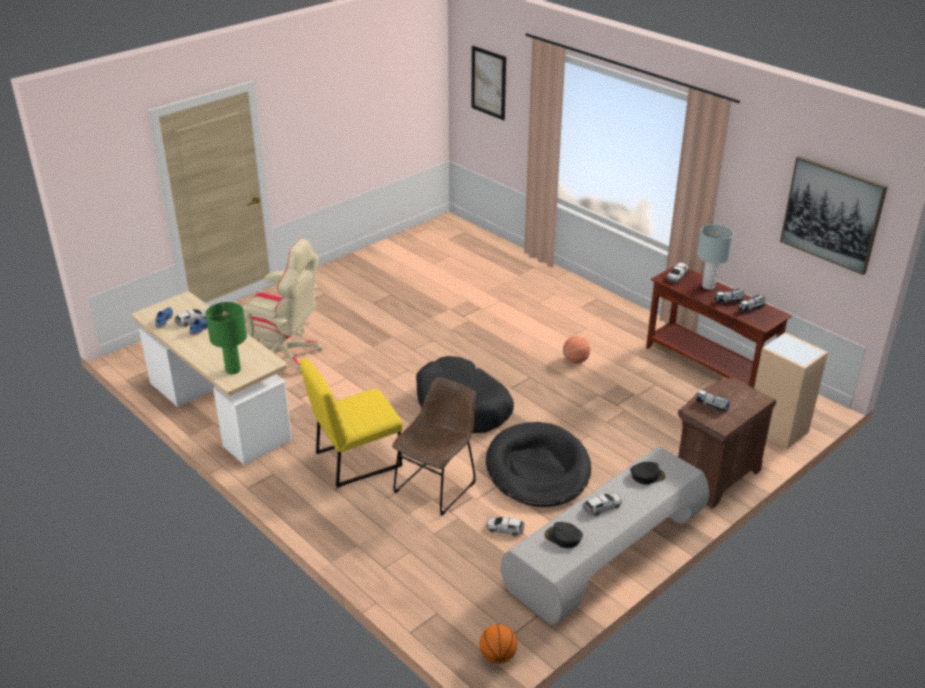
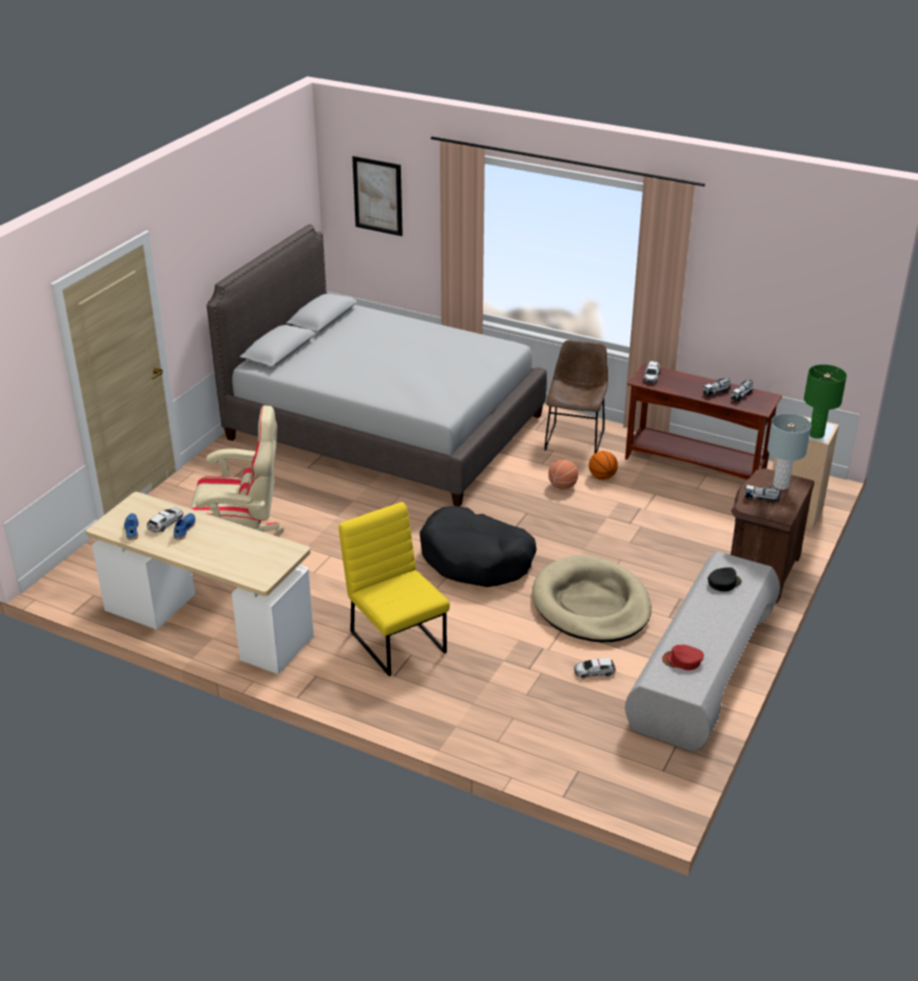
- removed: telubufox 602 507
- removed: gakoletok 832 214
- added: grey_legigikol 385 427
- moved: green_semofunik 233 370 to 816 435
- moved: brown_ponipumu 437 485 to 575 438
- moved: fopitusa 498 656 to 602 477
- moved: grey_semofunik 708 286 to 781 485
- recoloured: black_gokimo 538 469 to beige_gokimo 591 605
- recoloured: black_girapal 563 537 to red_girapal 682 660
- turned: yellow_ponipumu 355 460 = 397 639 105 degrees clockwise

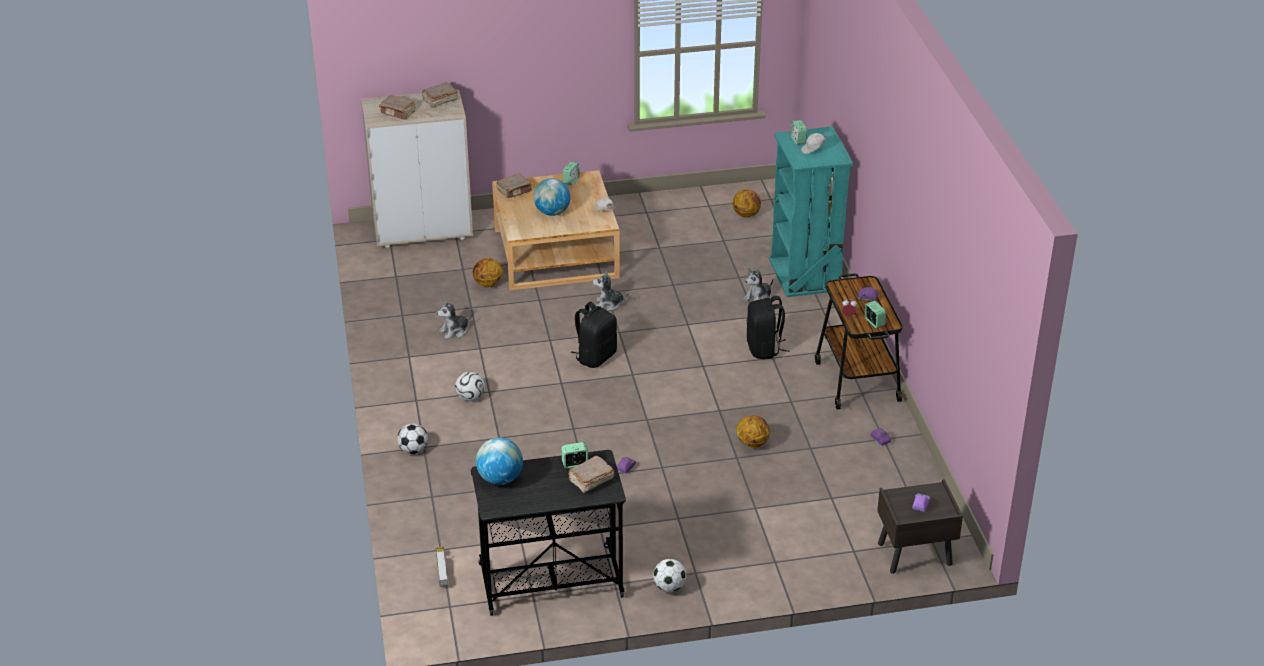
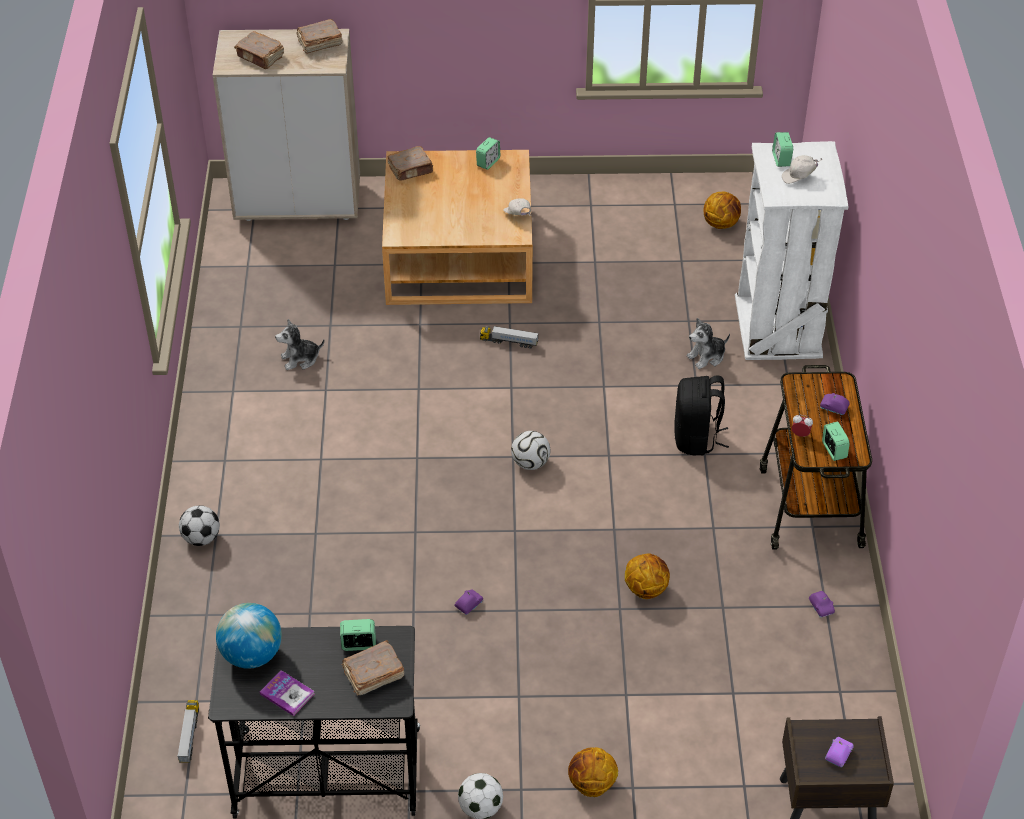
- removed: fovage 552 212
- removed: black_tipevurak 595 357
- added: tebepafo 287 694
- moved: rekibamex 470 397 to 530 463
- moved: fopitusa 488 284 to 591 785
- replaced: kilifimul 609 304 to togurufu 508 342
- recoloured: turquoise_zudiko 805 274 to white_zudiko 778 327

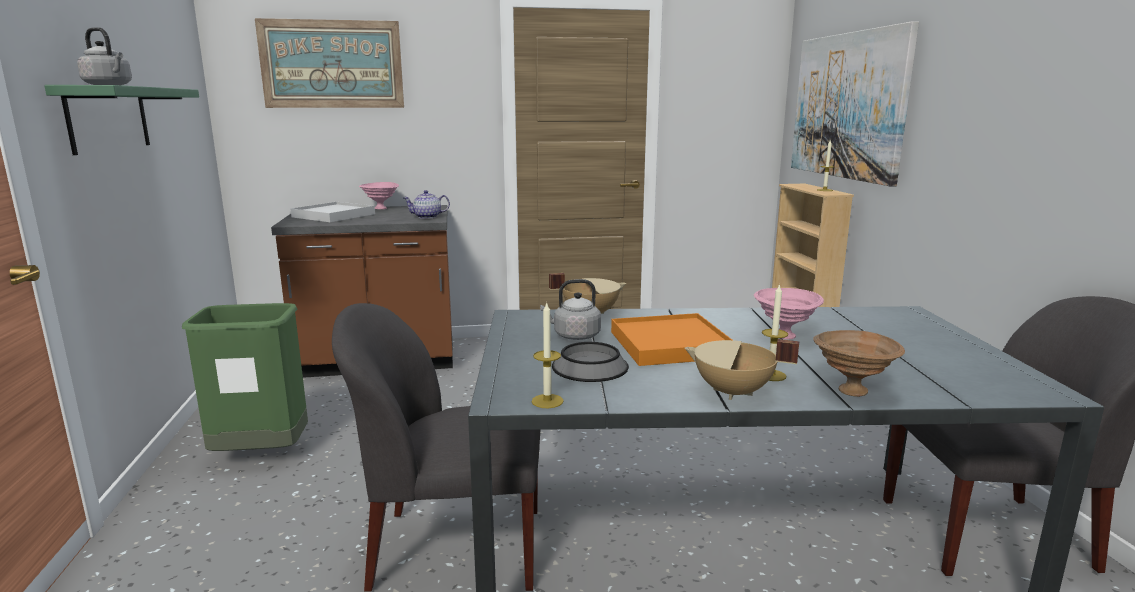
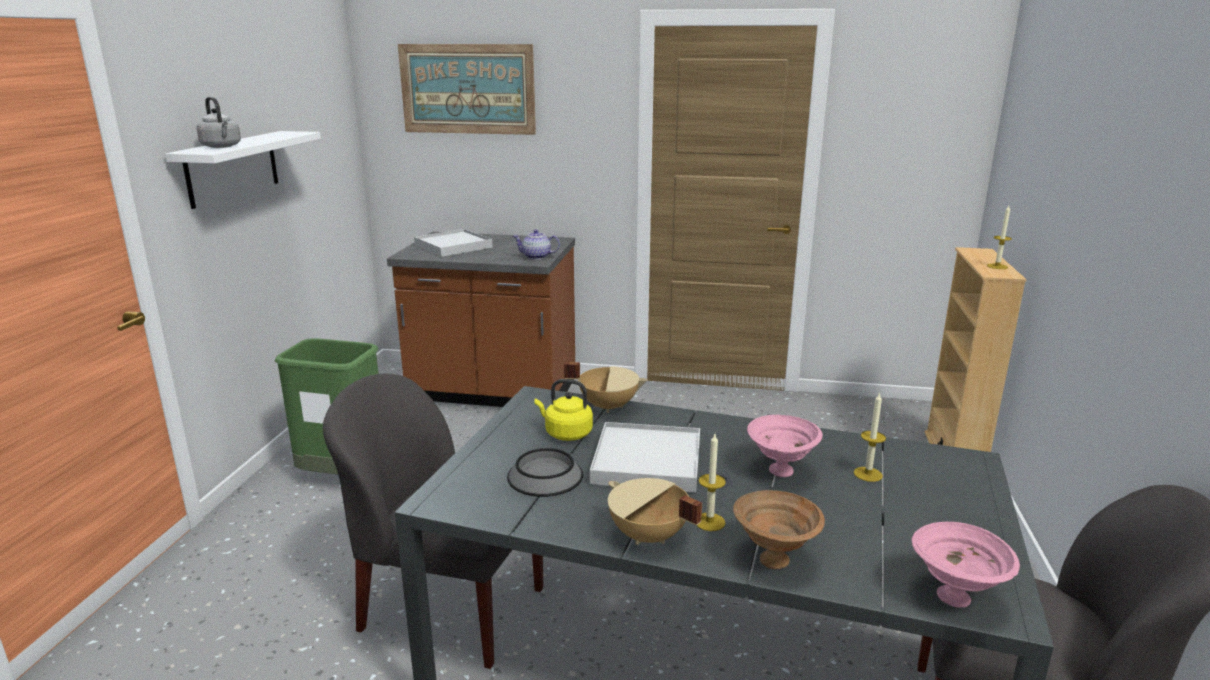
- removed: gakoletok 848 106
- moved: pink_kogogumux 381 208 to 956 598
- moved: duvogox 547 401 to 868 474
- recoloured: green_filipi 108 118 to white_filipi 233 168
- recoloured: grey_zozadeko 574 336 to yellow_zozadeko 566 433
- recoloured: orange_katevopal 670 344 to white_katevopal 647 461

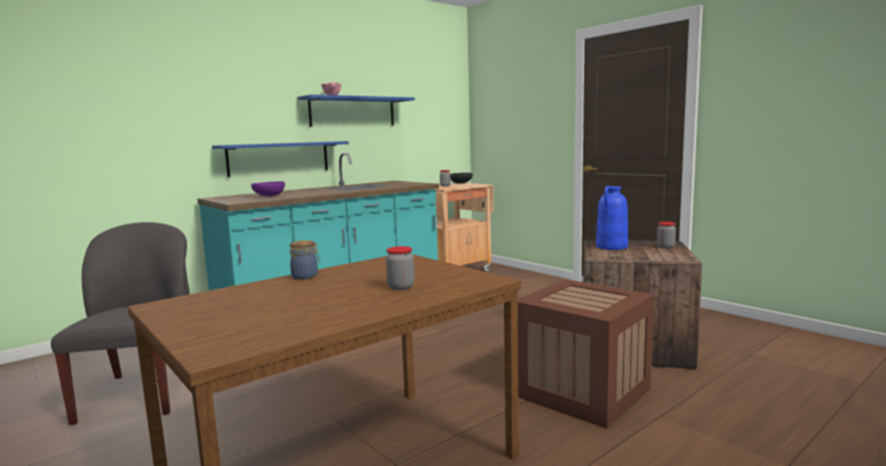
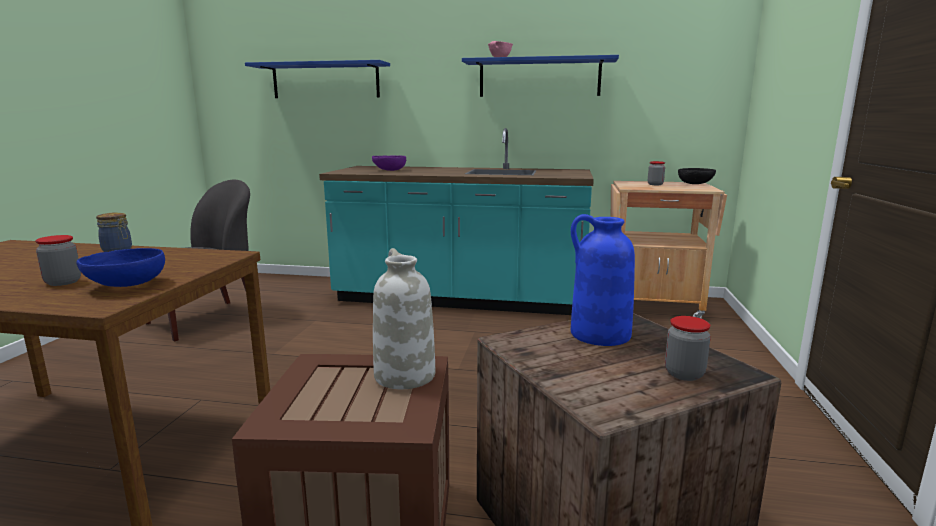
- added: blue_kogogumux 126 285
- added: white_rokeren 403 375
- moved: blue_filipi 279 158 to 325 81

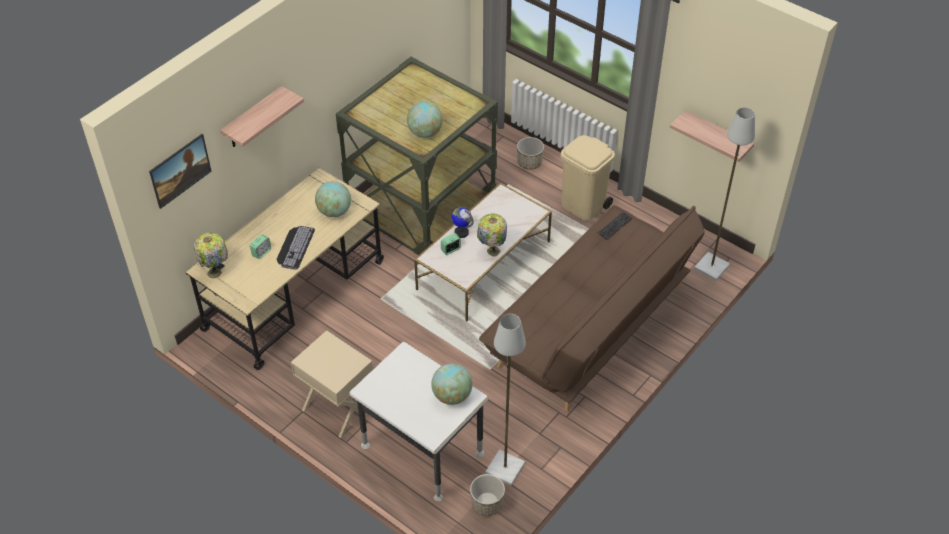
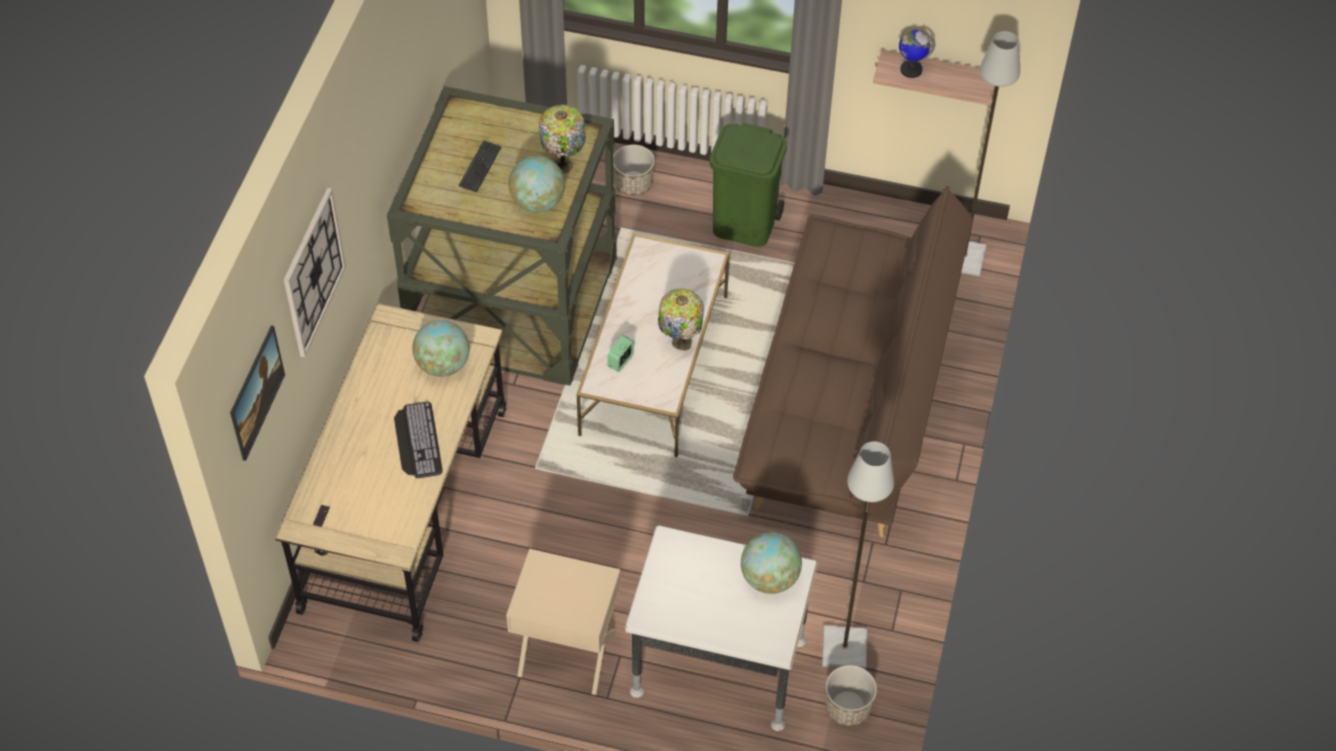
- removed: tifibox 261 252
- moved: semofunik 215 272 to 564 165
- moved: fovage 461 232 to 911 70
- moved: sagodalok 614 226 to 480 167
- replaced: filipi 253 118 to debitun 313 272
- recoloured: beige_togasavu 583 206 to green_togasavu 745 225

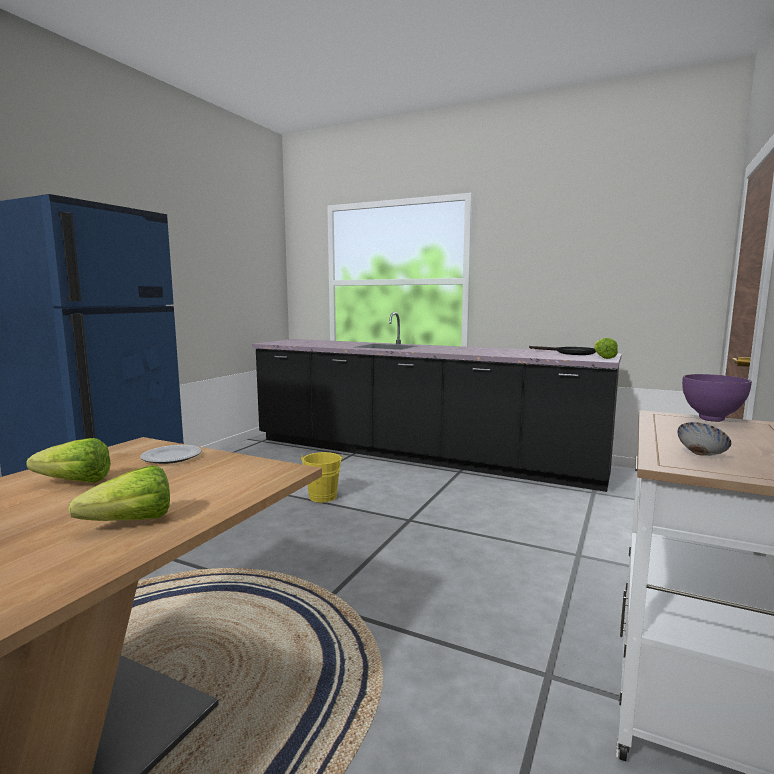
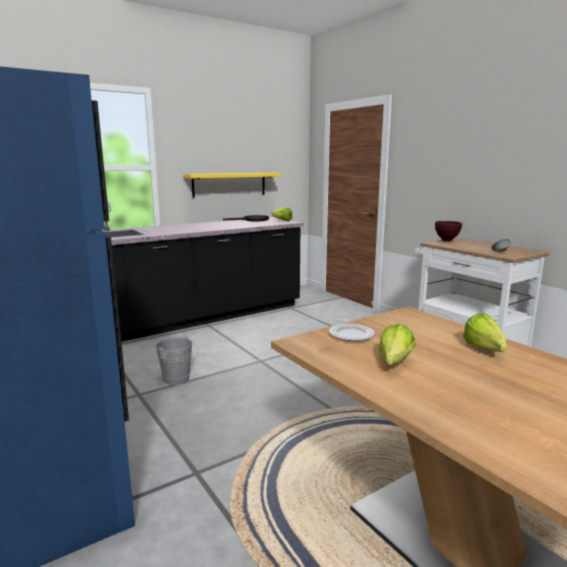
- added: yellow_filipi 229 184
- recoloured: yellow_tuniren 322 498 to grey_tuniren 178 379
- recoloured: purple_kogogumux 710 419 to brown_kogogumux 446 241

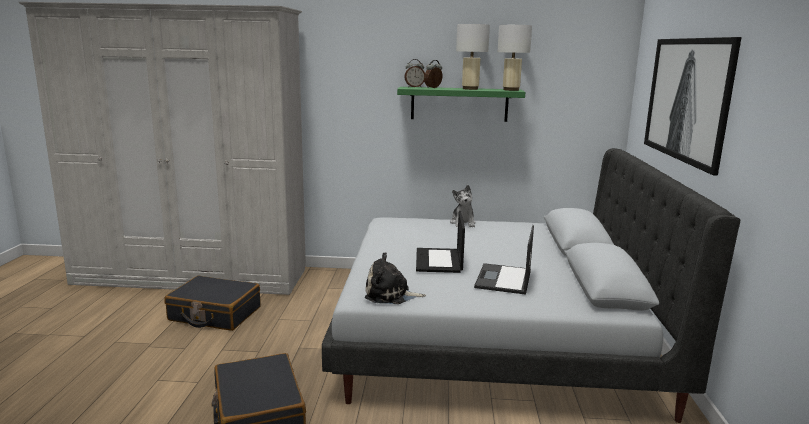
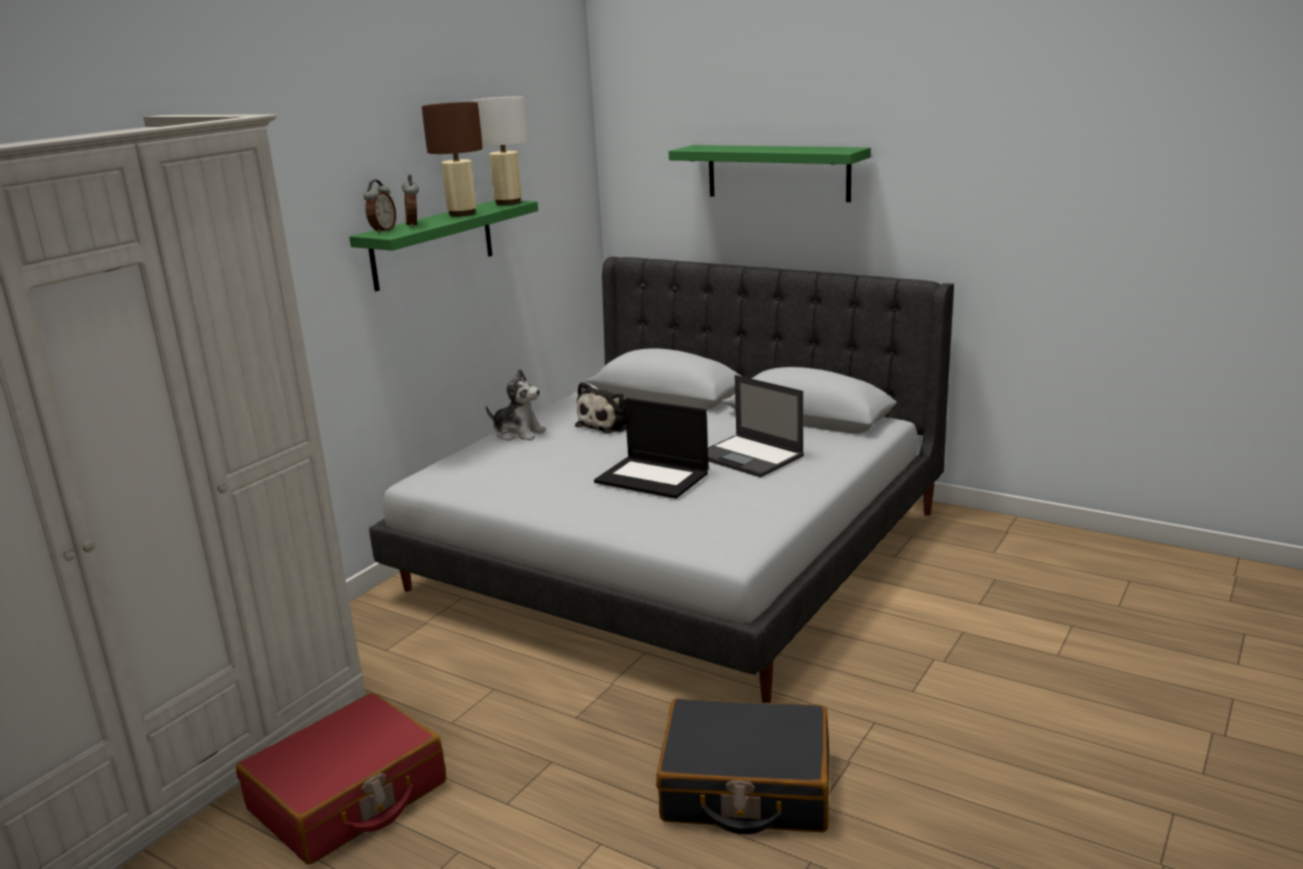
- moved: kilifimul 390 295 to 609 424
- replaced: gakoletok 688 99 to green_filipi 778 172
- recoloured: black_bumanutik 214 314 to red_bumanutik 348 797
- recoloured: white_semofunik 470 89 to brown_semofunik 462 214

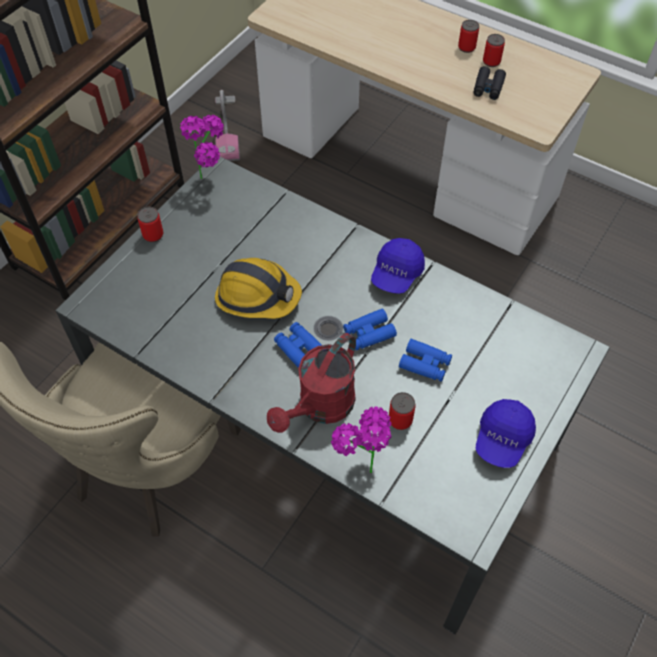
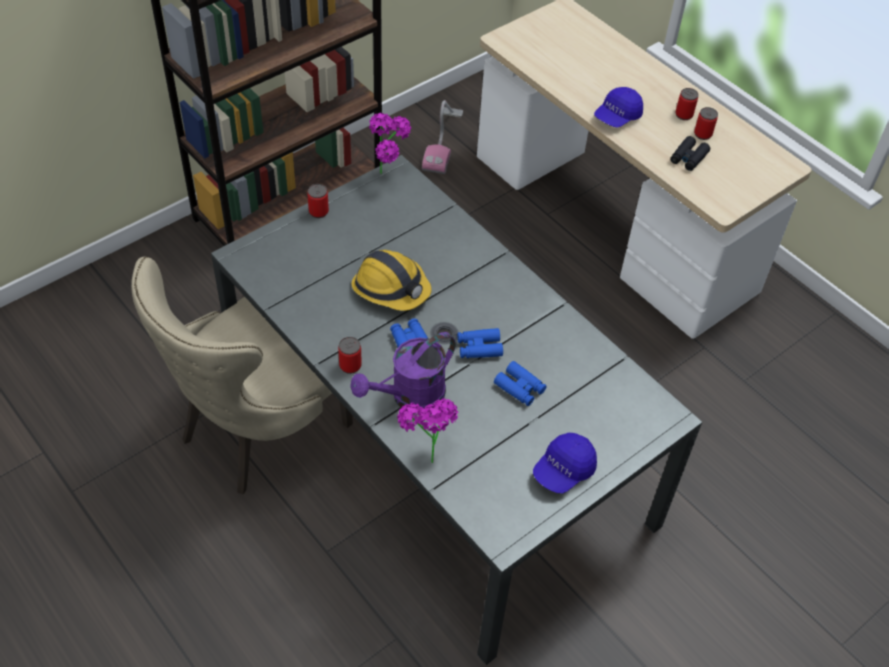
- moved: blue_girapal 396 274 to 617 117
- moved: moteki 400 420 to 350 365
- recoloured: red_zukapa 320 408 to purple_zukapa 410 397

